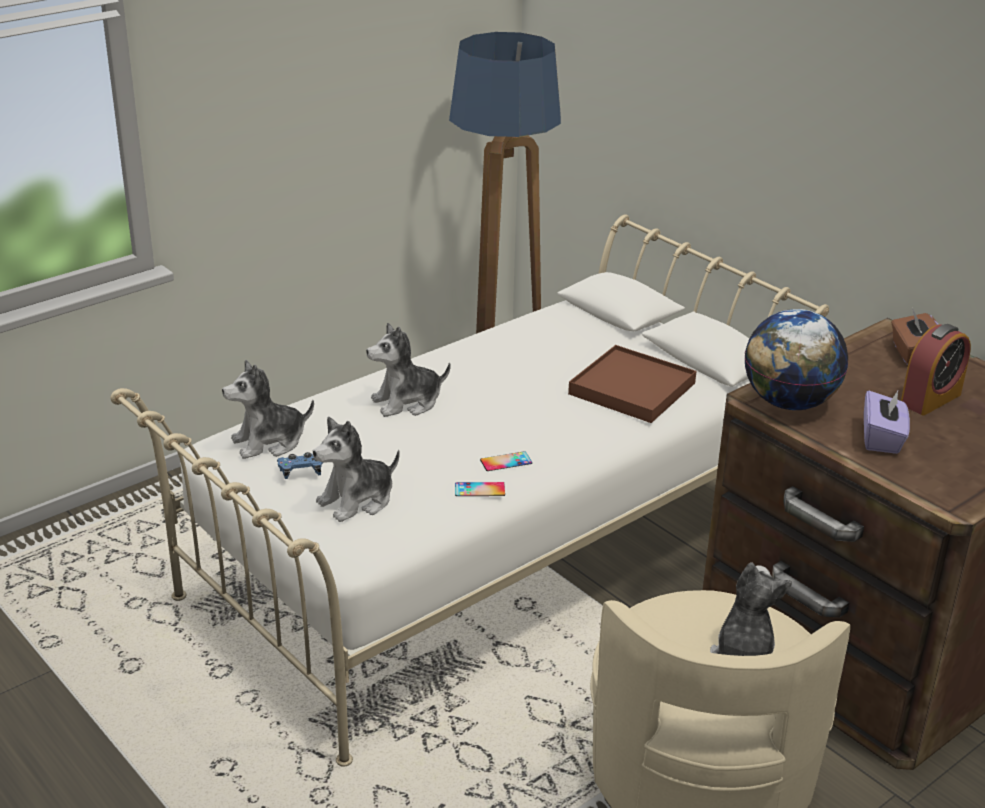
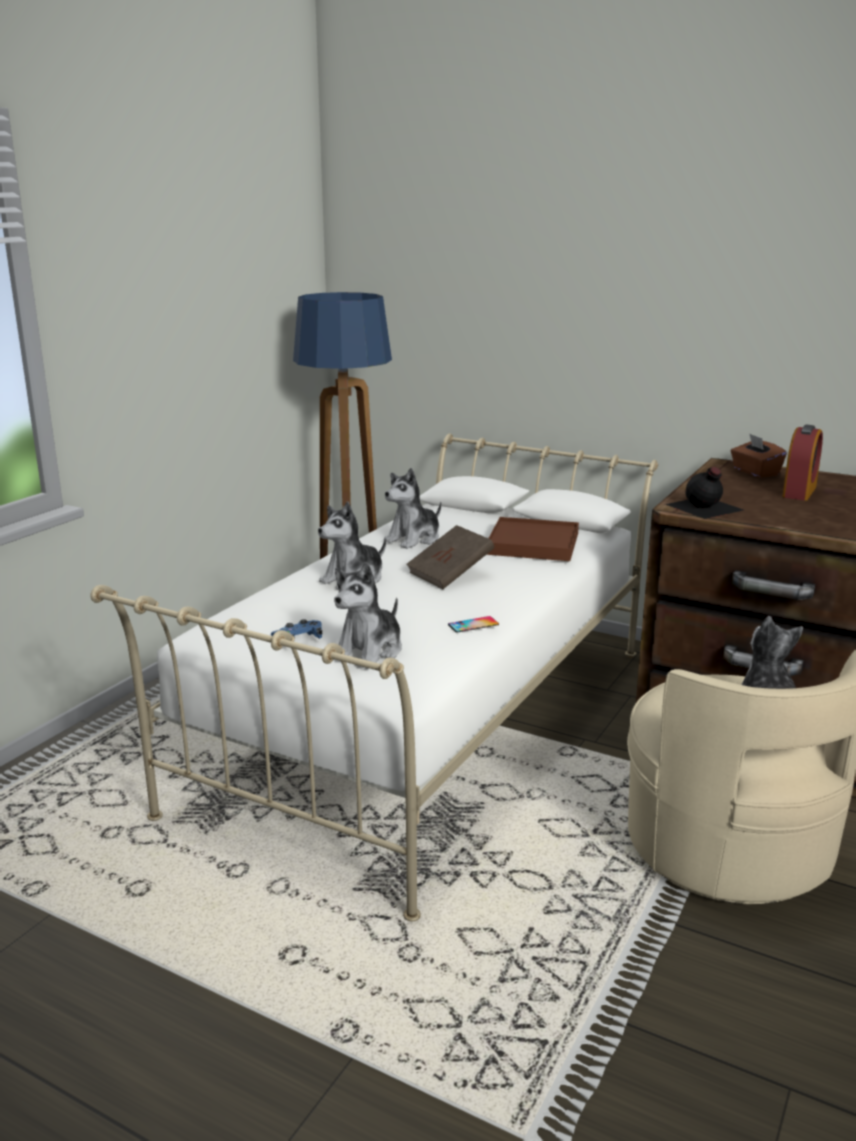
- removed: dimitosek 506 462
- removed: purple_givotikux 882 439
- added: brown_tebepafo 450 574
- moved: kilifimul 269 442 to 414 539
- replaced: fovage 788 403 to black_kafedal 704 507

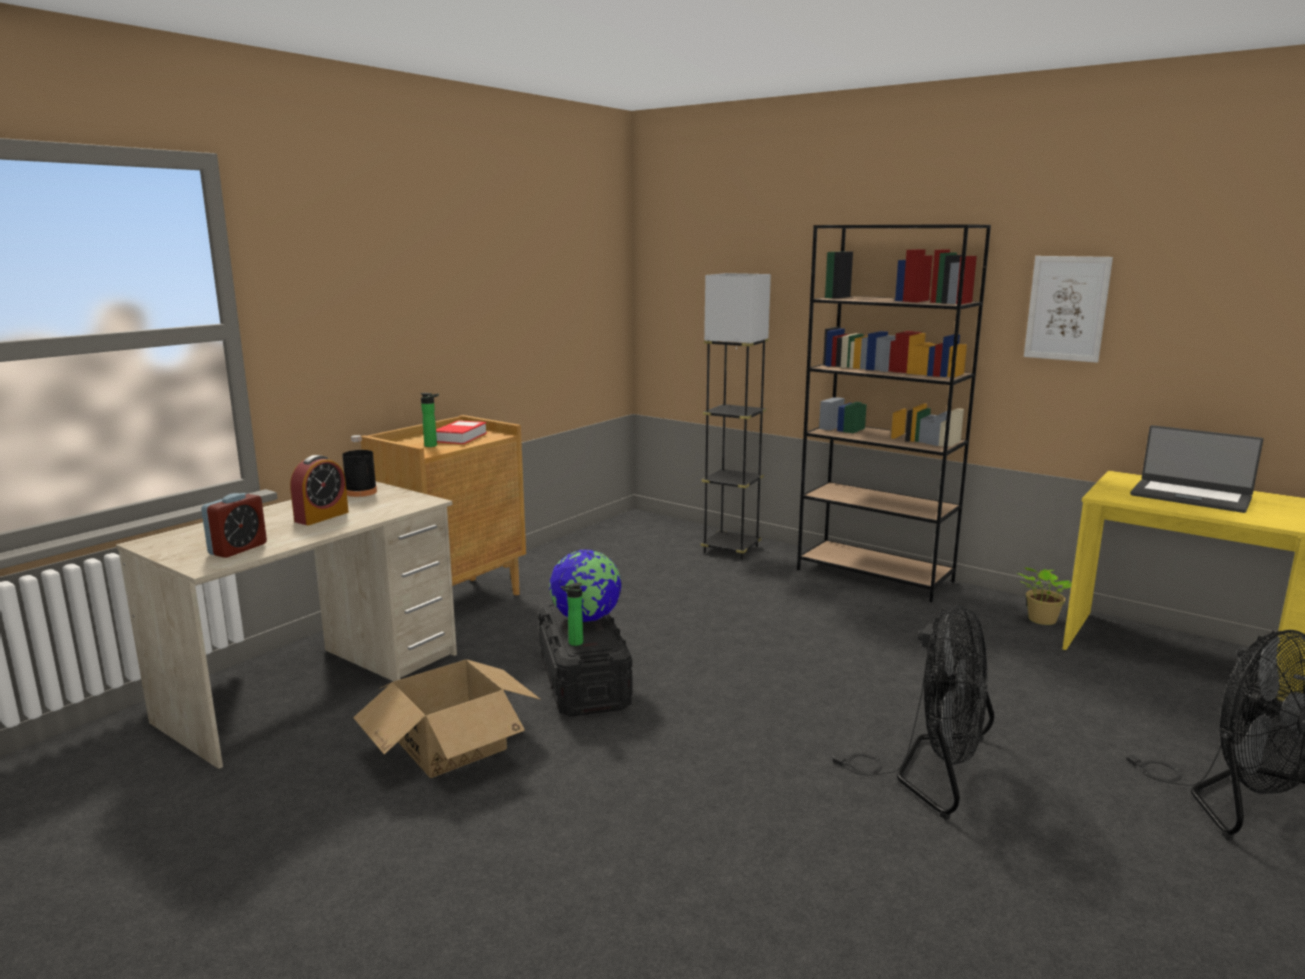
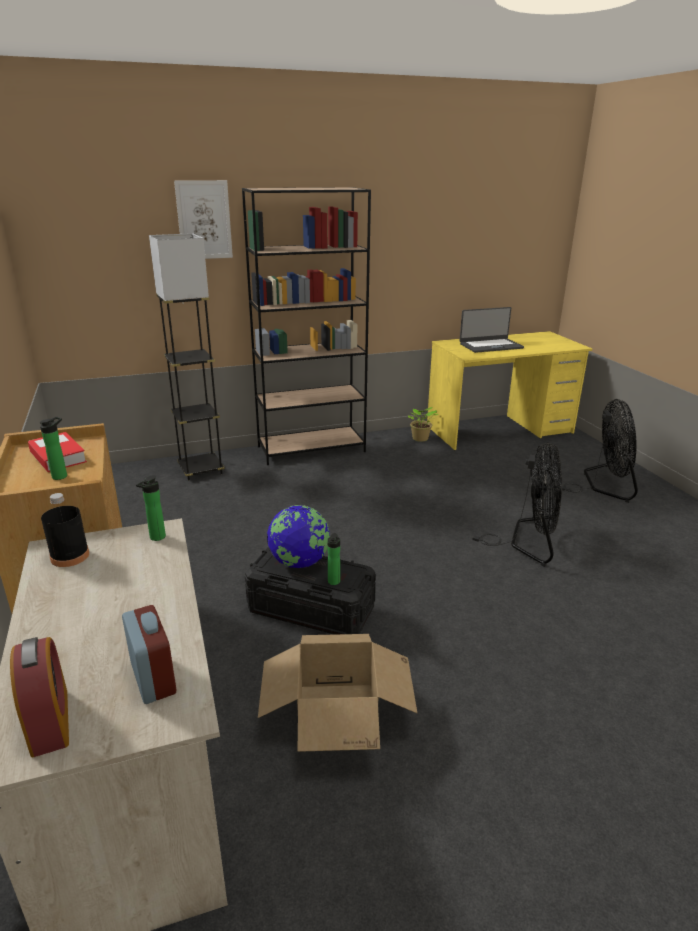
- added: kafedal 156 538
- moved: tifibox 321 517 to 49 721
- moved: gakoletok 1067 308 to 204 220
- turned: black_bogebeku 929 769 = 528 539 45 degrees clockwise

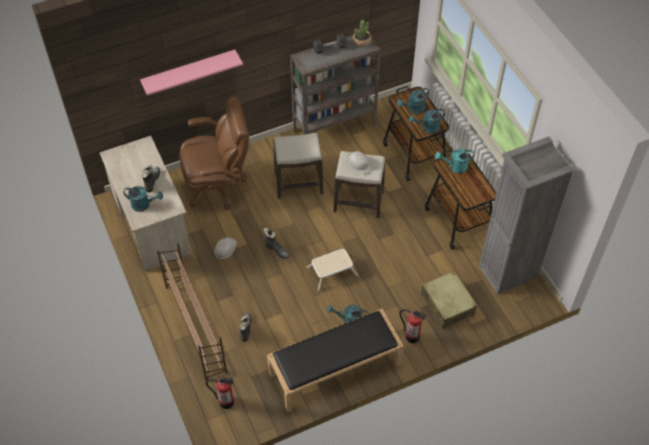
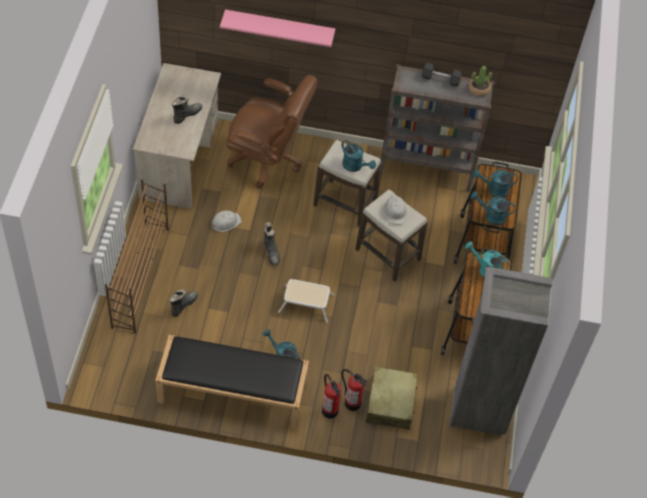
- moved: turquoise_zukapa 144 205 to 355 166
- moved: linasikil 226 401 to 352 403

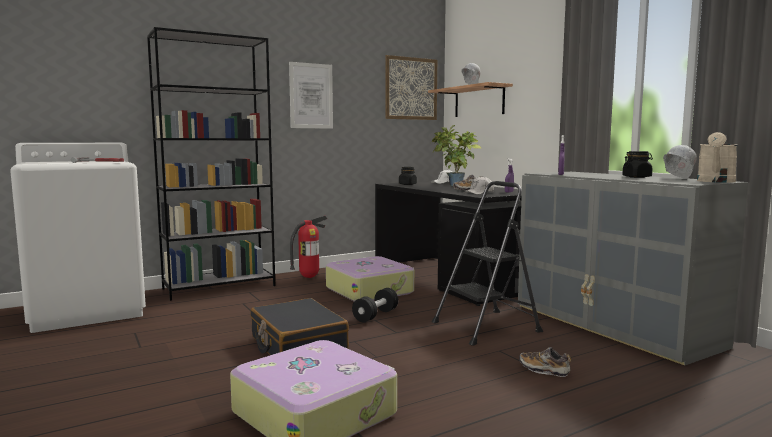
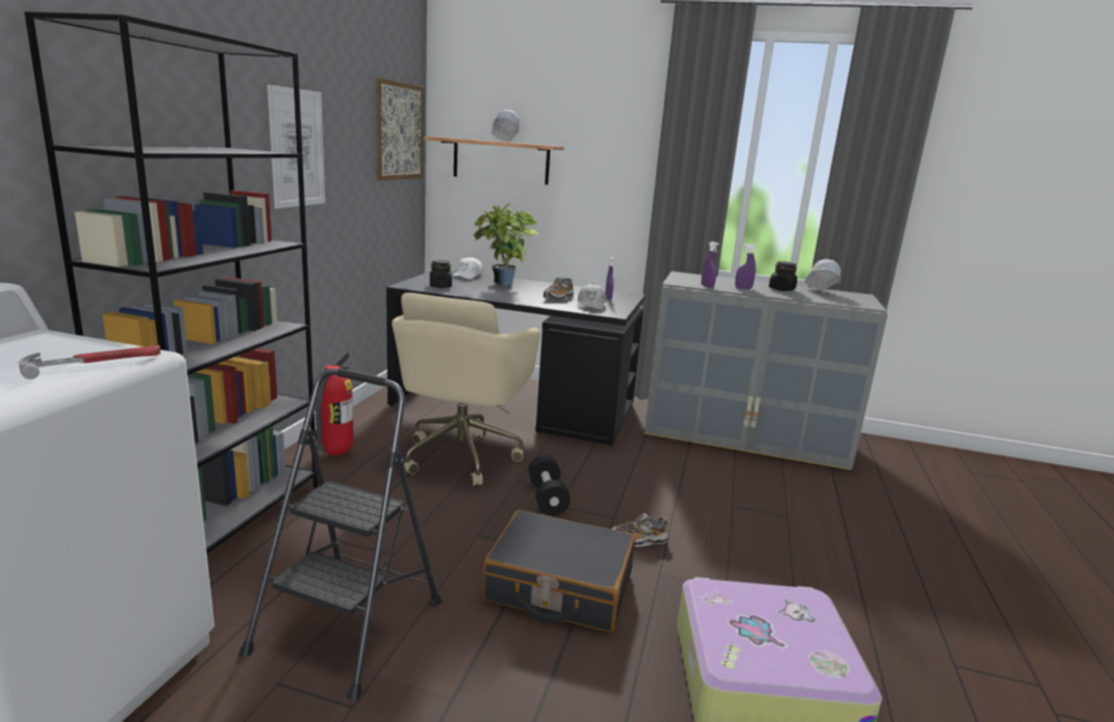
- removed: beige_zukapa 716 181
- added: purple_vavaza 743 288
- moved: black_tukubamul 488 326 to 351 622
- moved: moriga 544 370 to 639 540
- replaced: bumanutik 370 290 to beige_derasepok 463 455

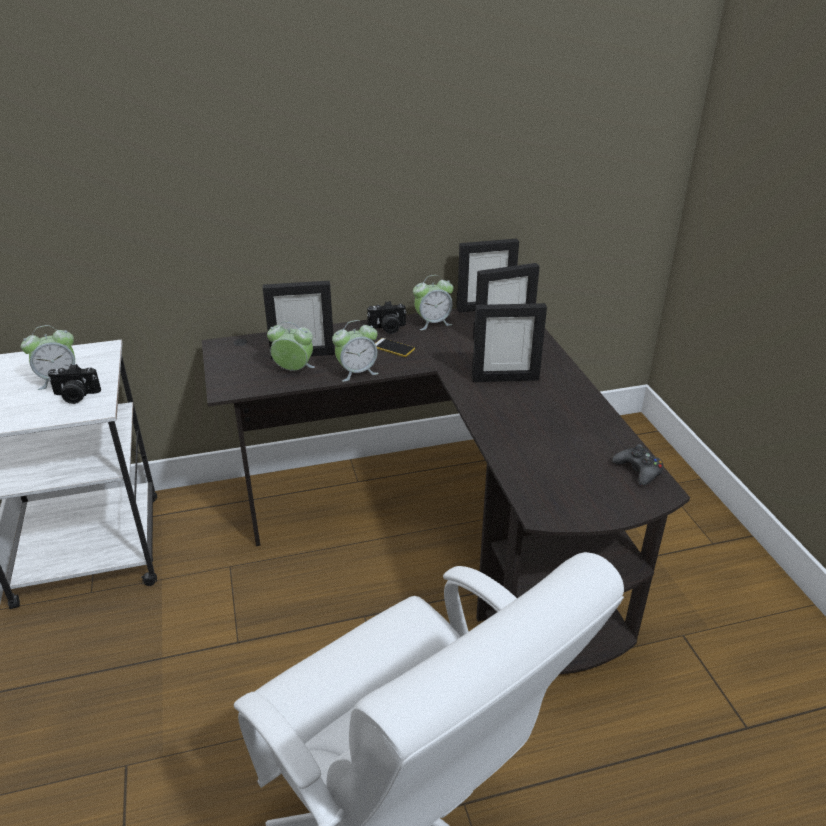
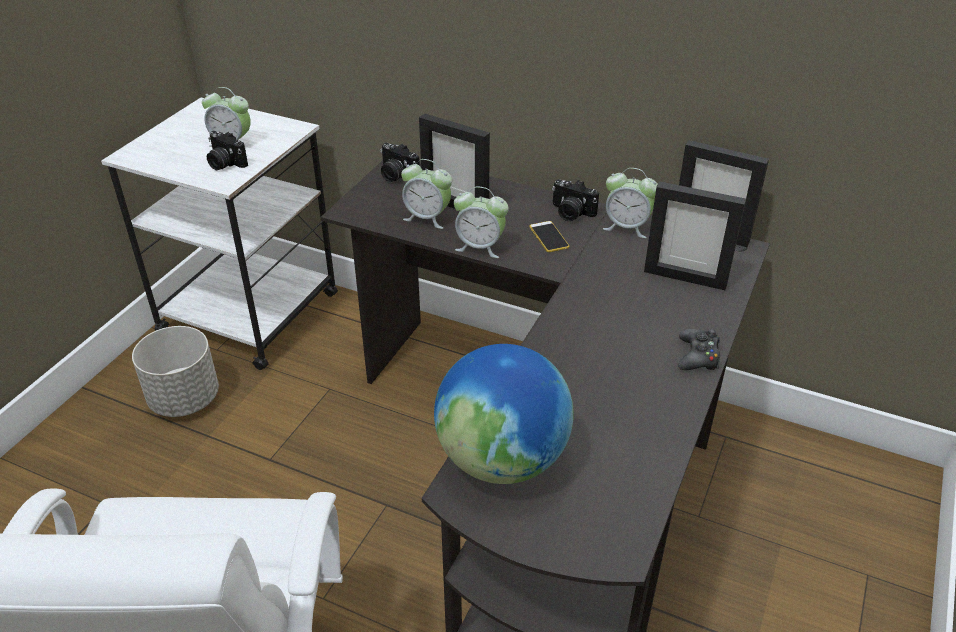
- removed: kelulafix 505 378
- added: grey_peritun 184 399
- added: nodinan 396 175
- added: fovage 503 459
- moved: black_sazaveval 638 470 to 698 356
- turned: tifibox 293 370 = 427 218 150 degrees clockwise

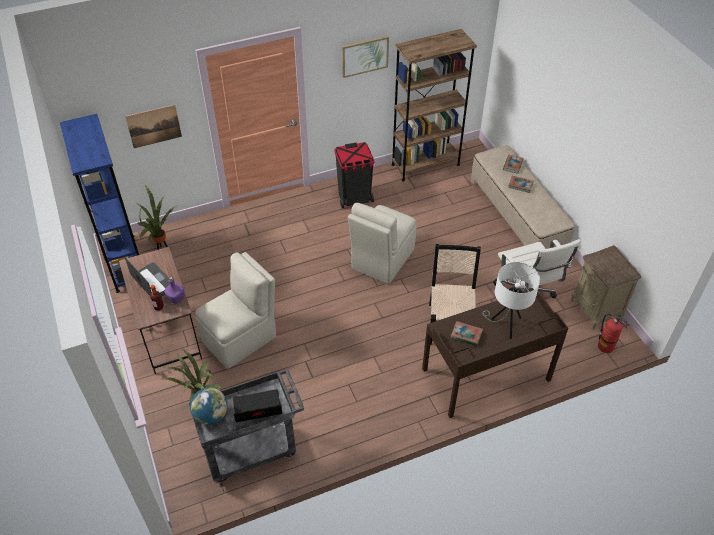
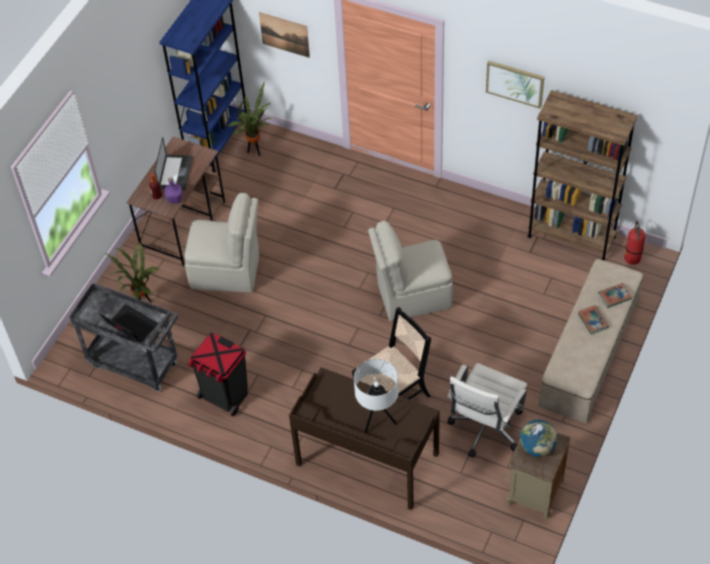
- removed: tebepafo 466 335
- moved: fovage 211 415 to 537 447
- moved: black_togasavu 354 198 to 225 396
- moved: linasikil 605 347 to 632 258

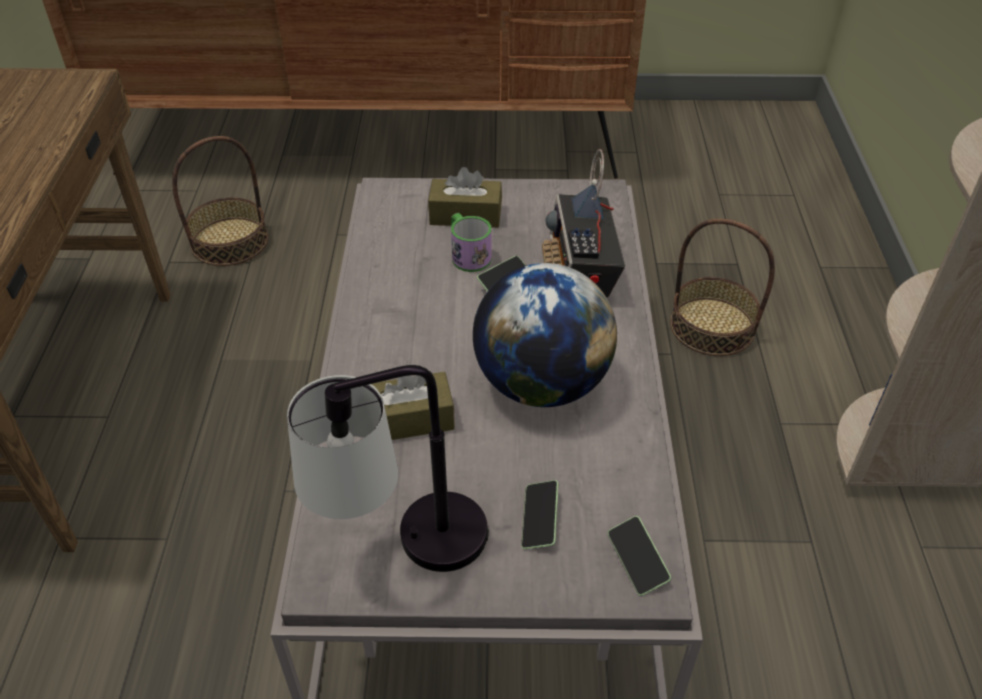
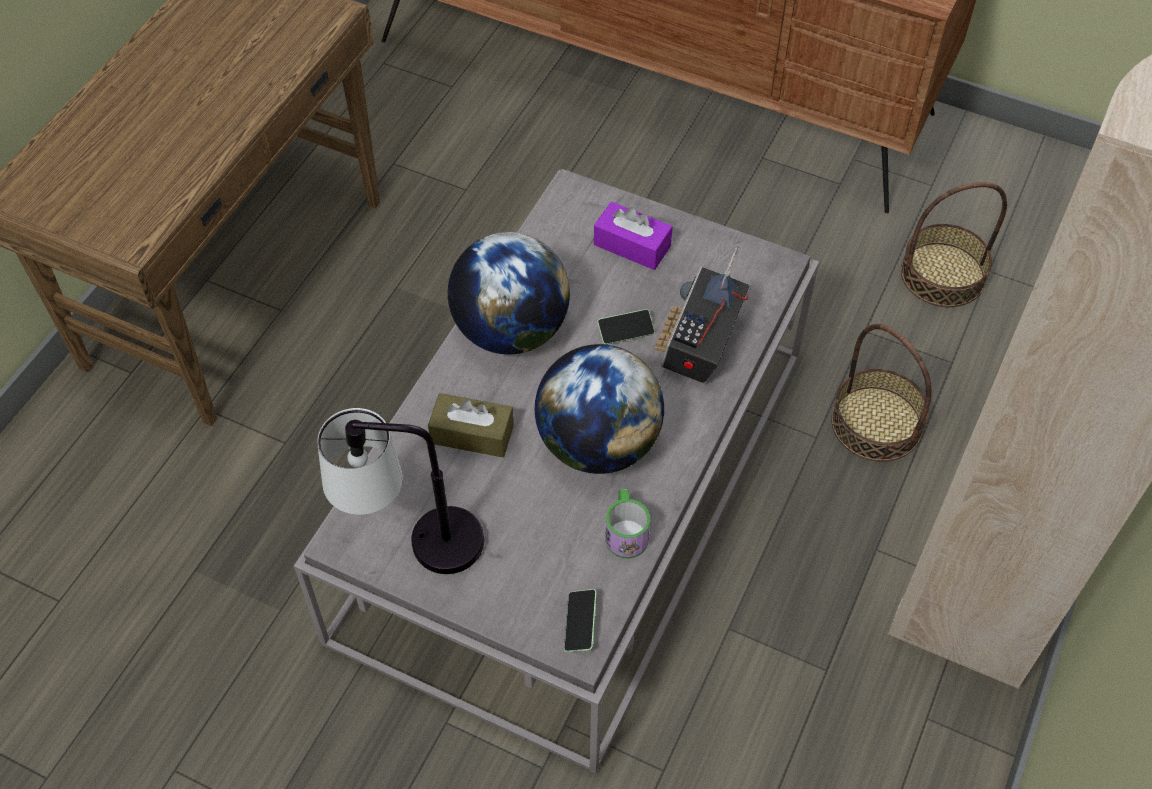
- removed: dimitosek 539 520
- added: fovage 510 330
- moved: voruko 229 241 to 942 274
- moved: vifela 467 254 to 625 531
- recoloured: brown_givotikux 465 215 to purple_givotikux 632 245

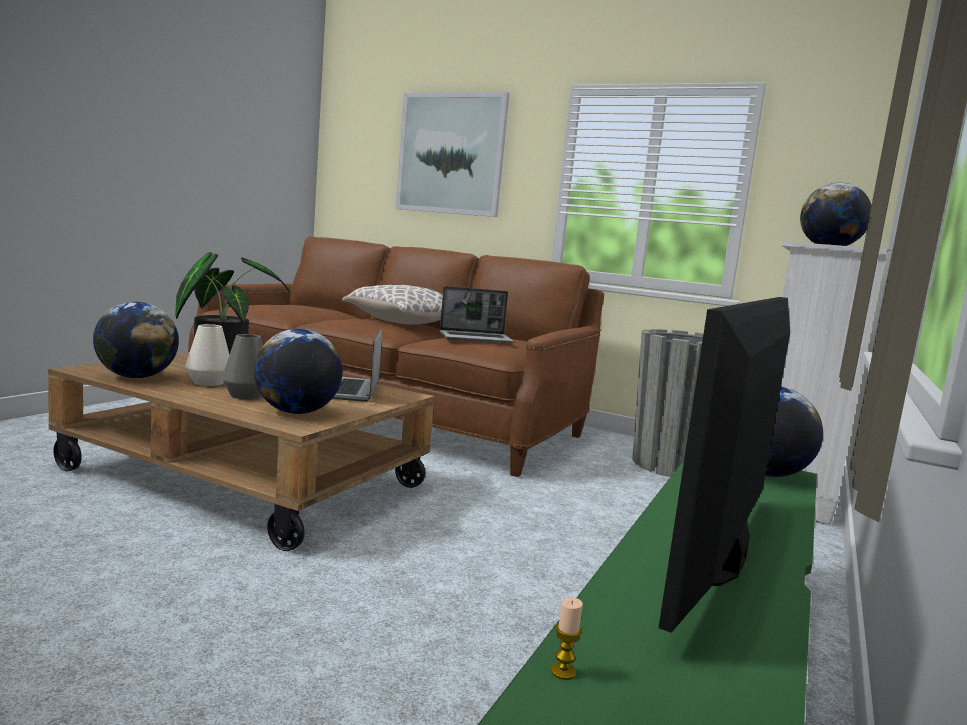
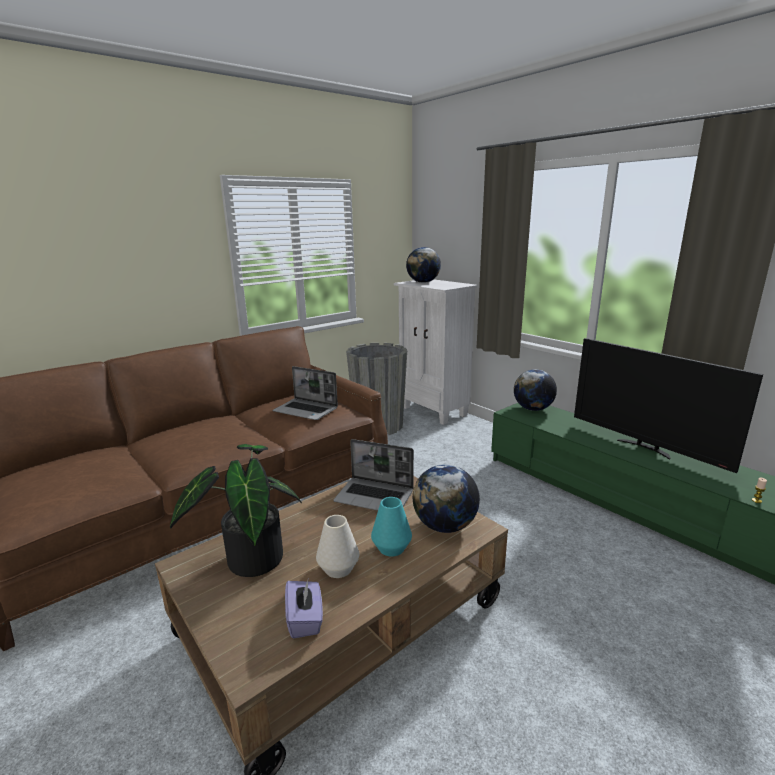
- removed: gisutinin 402 323
- removed: gakoletok 451 154
- replaced: fovage 136 377 to purple_givotikux 305 620
- recoloured: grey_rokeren 246 396 to turquoise_rokeren 391 548
- turned: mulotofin 476 338 = 306 410 105 degrees clockwise

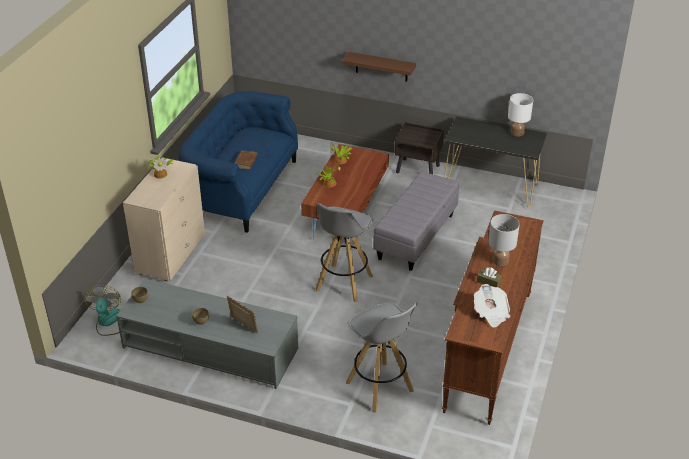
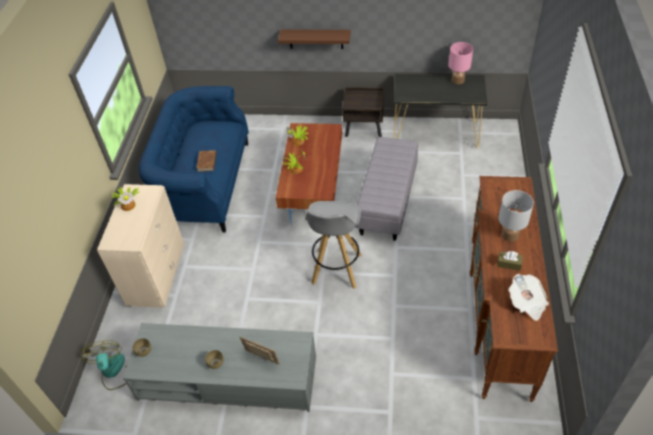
- removed: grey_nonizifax 380 388
- recoloured: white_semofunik 517 133 to pink_semofunik 458 80

